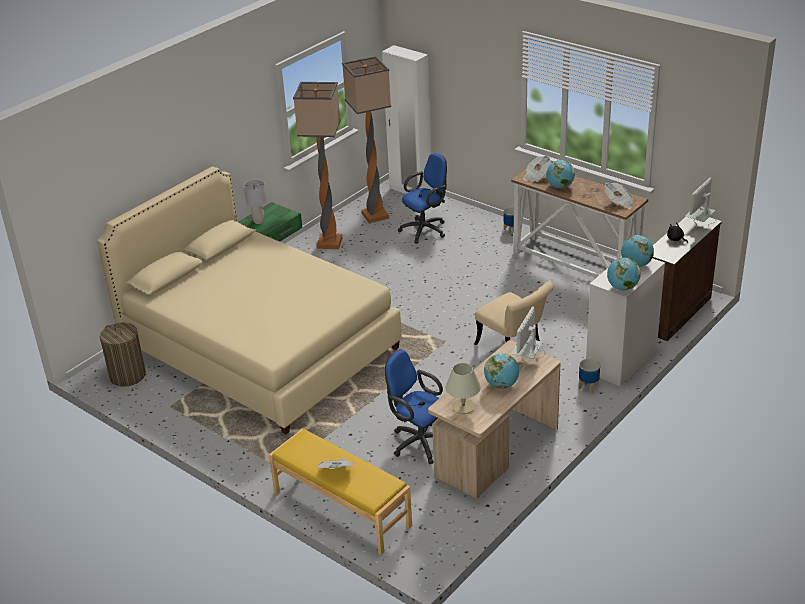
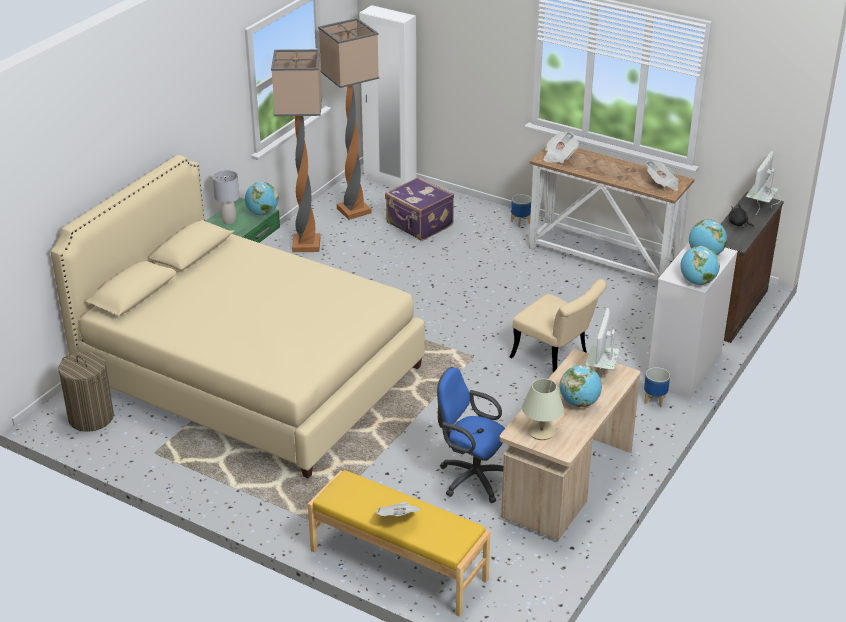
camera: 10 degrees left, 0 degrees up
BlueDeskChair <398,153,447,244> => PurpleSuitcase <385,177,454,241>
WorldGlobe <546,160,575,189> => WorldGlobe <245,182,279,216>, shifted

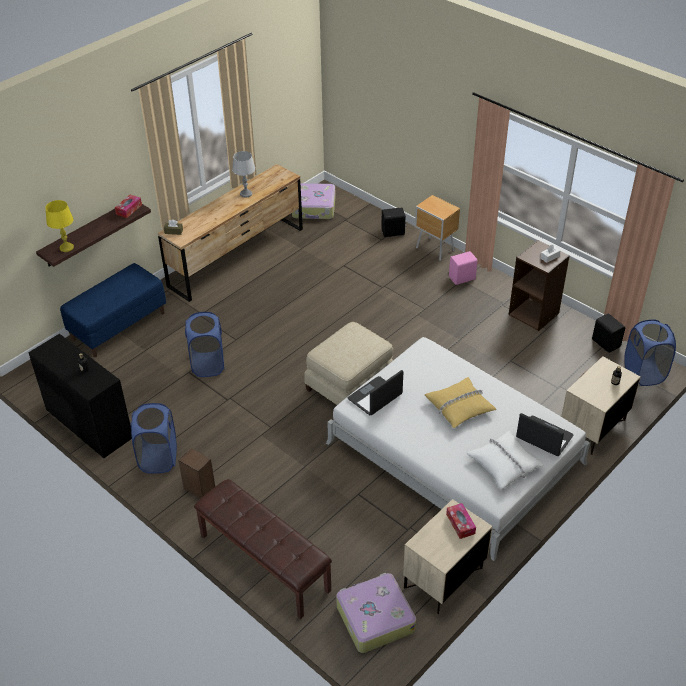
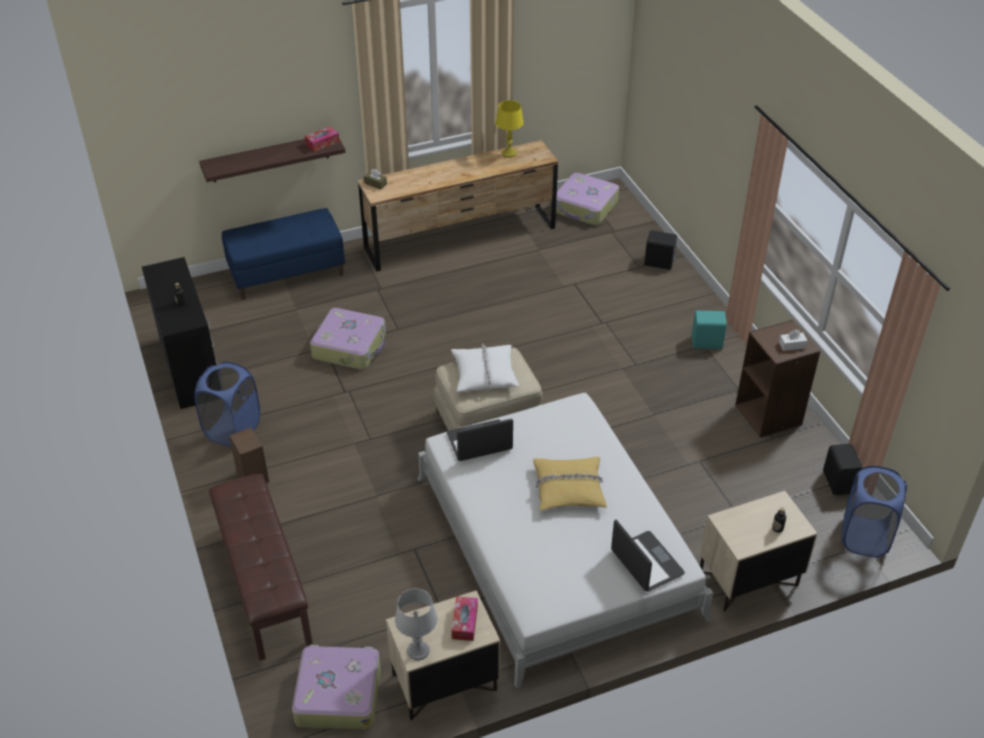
camera: 25 degrees right, 0 degrees up
YellowColouredTableLamp <45,200,74,252> => YellowColouredTableLamp <496,100,524,158>, shifted
BlueHamper <185,312,225,377> => Suitcase <310,308,386,370>
GrayTableLamp <232,151,255,198> => GrayTableLamp <395,589,437,660>, shifted
BrownNightstand <415,195,460,261> => nothing
PinkAudioSpeaker <449,251,477,285> => BlueGreenAudioSpeaker <692,311,728,349>
WhiteColouredThrowPillow <467,431,544,490> => WhiteColouredThrowPillow <451,344,519,392>, shifted

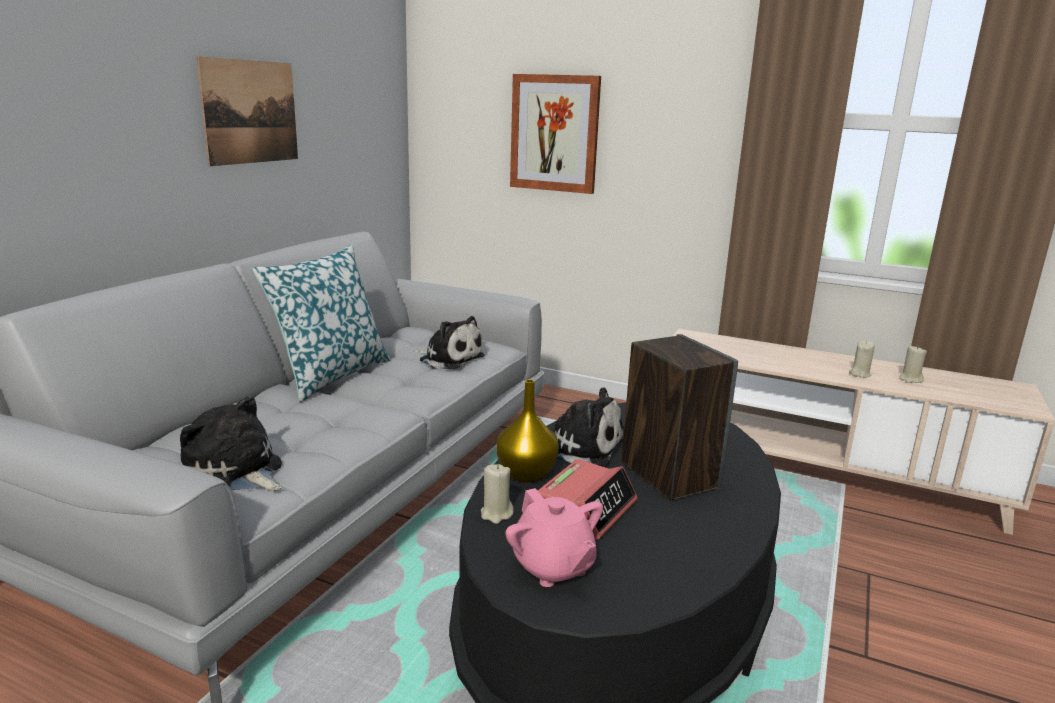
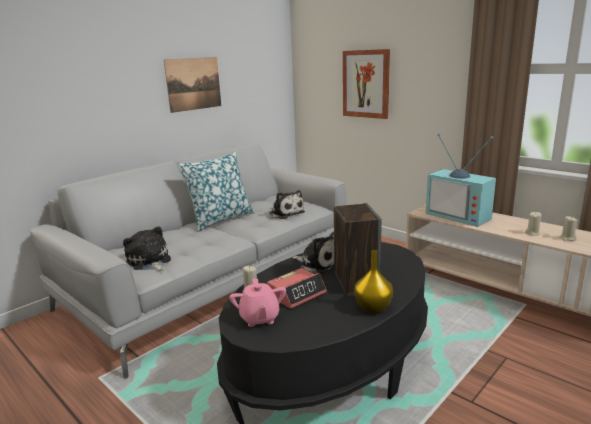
camera: 20 degrees right, 0 degrees up
YellowColouredFlowerVase <496,380,559,483> => YellowColouredFlowerVase <354,250,393,313>, shifted
nothing => TvSet <426,133,496,227>

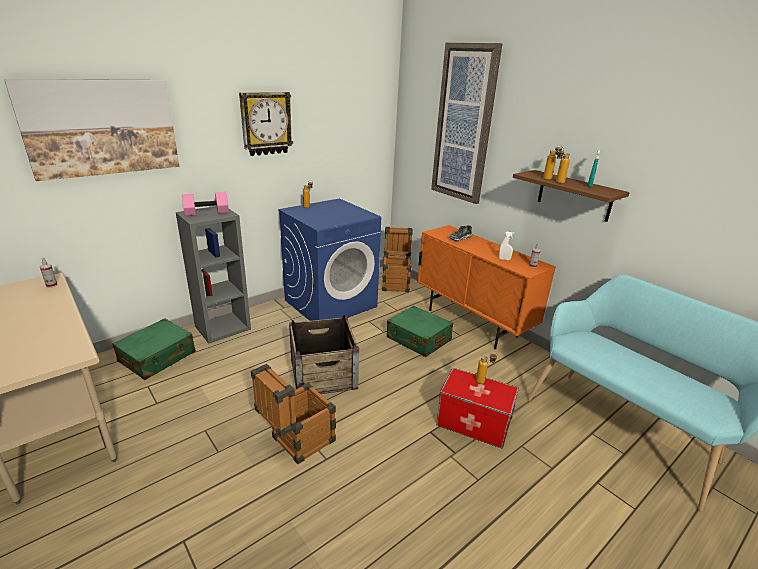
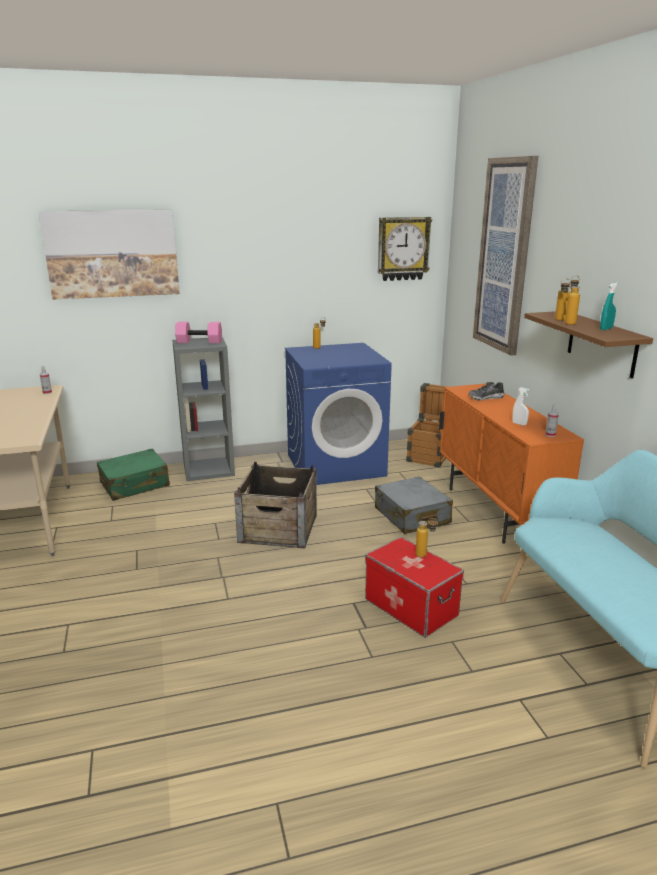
camera: 25 degrees right, 5 degrees down
ClockOnTheWall <239,92,293,156> => ClockOnTheWall <378,217,432,281>, shifted
Crate <251,364,336,464> => nothing
GreenSuitcase <387,306,453,357> => GraySuitcase <375,476,453,534>

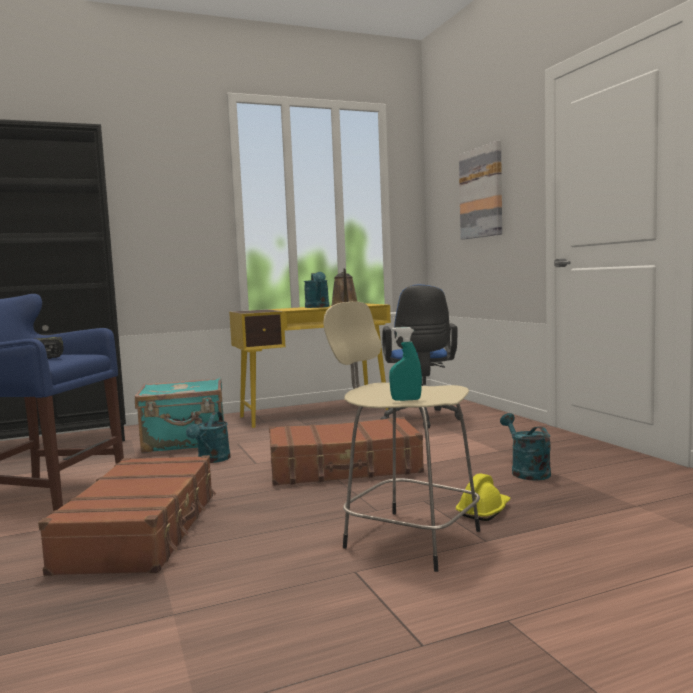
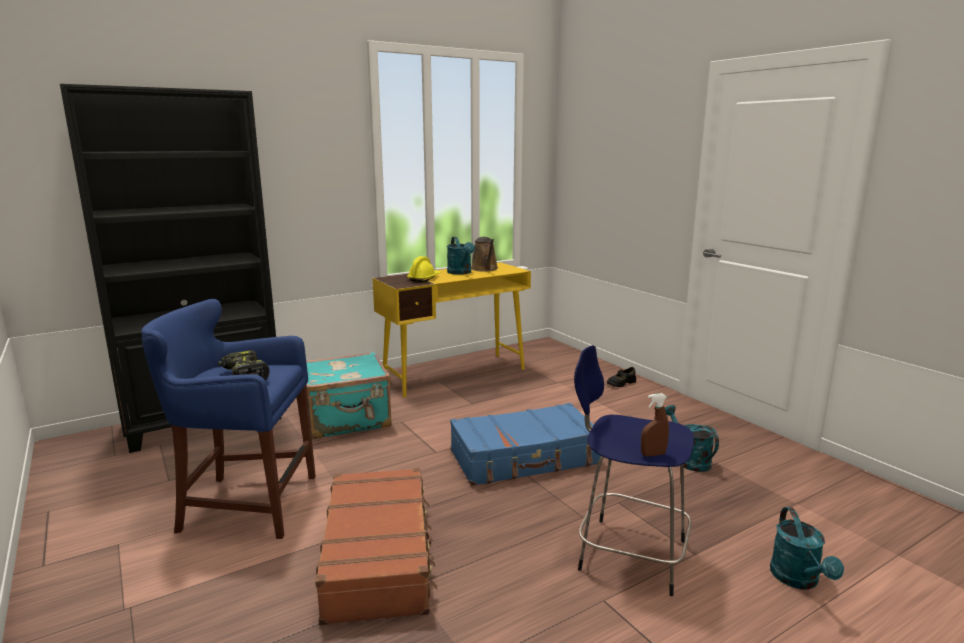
camera: 10 degrees left, 10 degrees up
BlueGreenWateringCan <186,412,231,463> => BlueGreenWateringCan <770,507,844,590>, shifted
BrownSuitcase <269,417,424,486> => BlueSuitcase <450,403,601,486>
SandColouredStoolSeat <323,302,480,572> => BlueStoolSeat <574,345,694,596>
BlueDeskChair <380,285,460,428> => nothing
BlueGreenHandSprayer <389,327,422,401> => BrownHandSprayer <641,393,669,456>
YellowColouredSafetyHelmet <456,473,511,521> => YellowColouredSafetyHelmet <407,256,441,282>, shifted
Picture <459,141,502,240> => nothing
nothing => BlackishShoe <607,367,636,387>

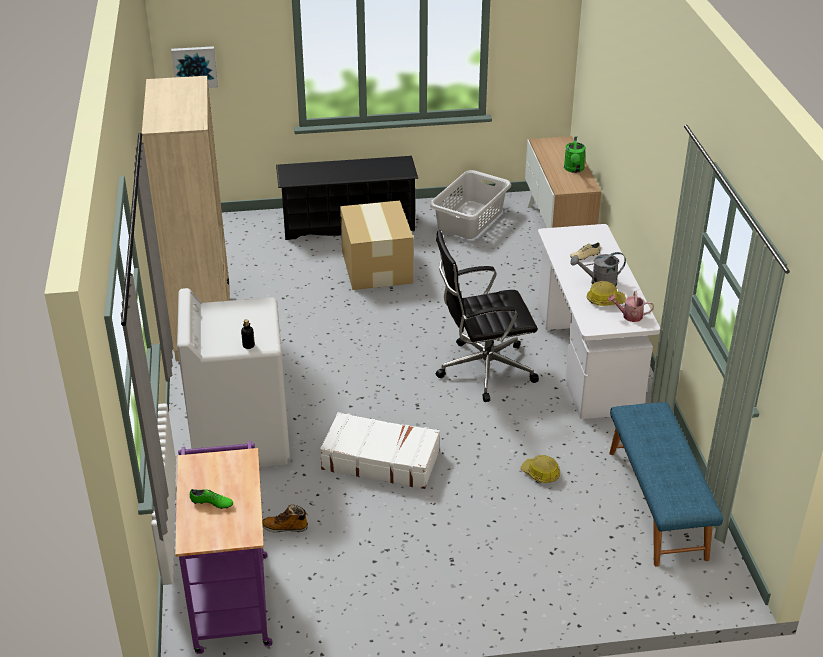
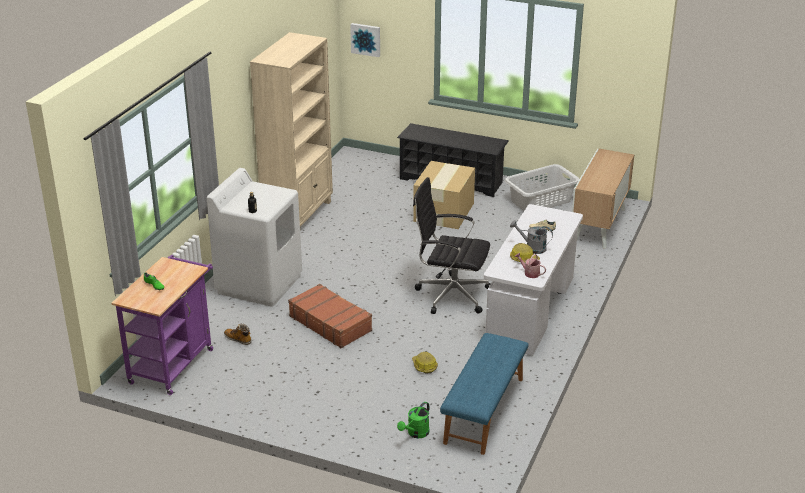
camera: 30 degrees right, 5 degrees down
WhiteColouredSuitcase <320,412,440,489> => BrownSuitcase <288,284,372,348>
GreenWateringCan <564,136,586,173> => GreenWateringCan <397,402,430,438>, shifted

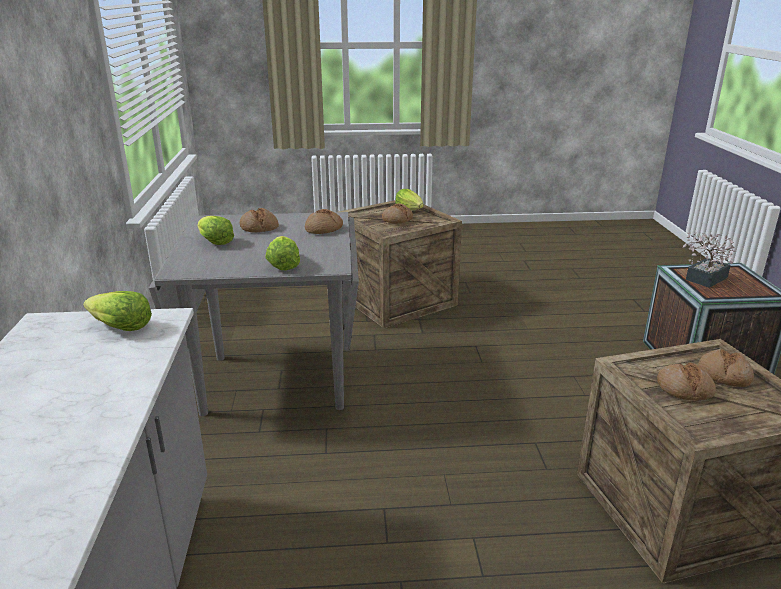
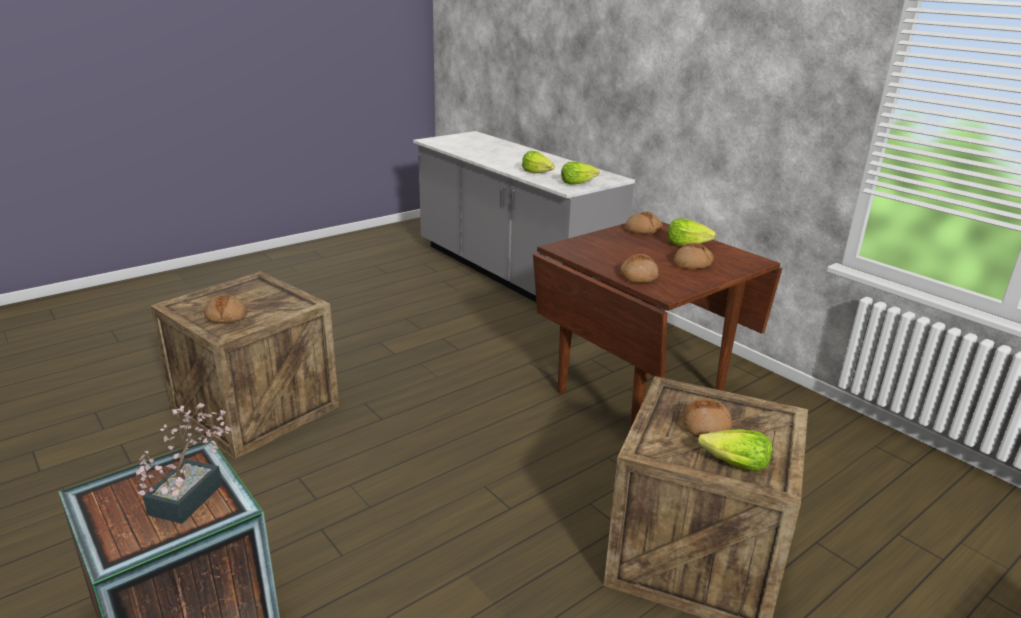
camera: 145 degrees right, 0 degrees up
GrayDiningTable <149,212,359,416> => BrownDiningTable <533,222,782,429>
Lettuce <265,236,300,270> => Lettuce <522,151,555,173>, shifted
BakedBread <657,363,716,400> => BakedBread <625,212,663,234>, shifted

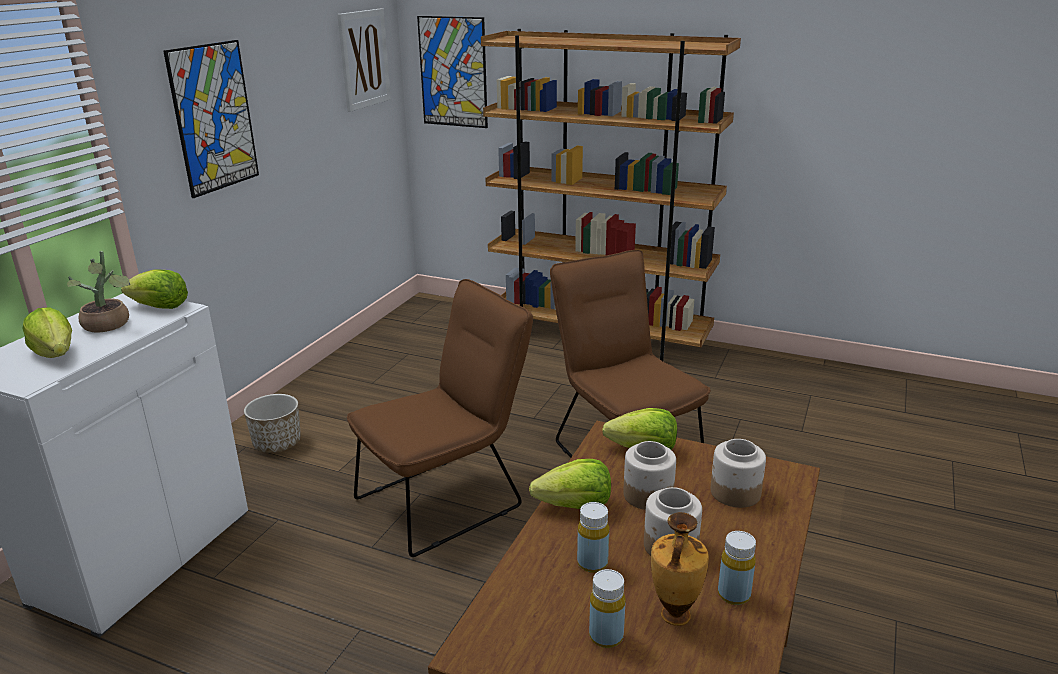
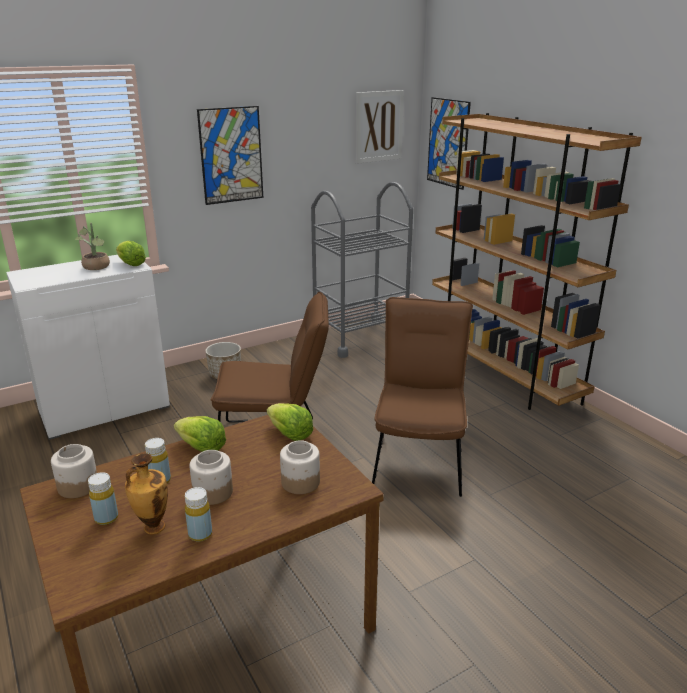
camera: 35 degrees right, 0 degrees up
Lettuce <23,307,72,358> => nothing
PreserveJar <623,441,676,510> => PreserveJar <51,444,97,498>, shifted
nothing => GrayTrolley <311,182,413,358>

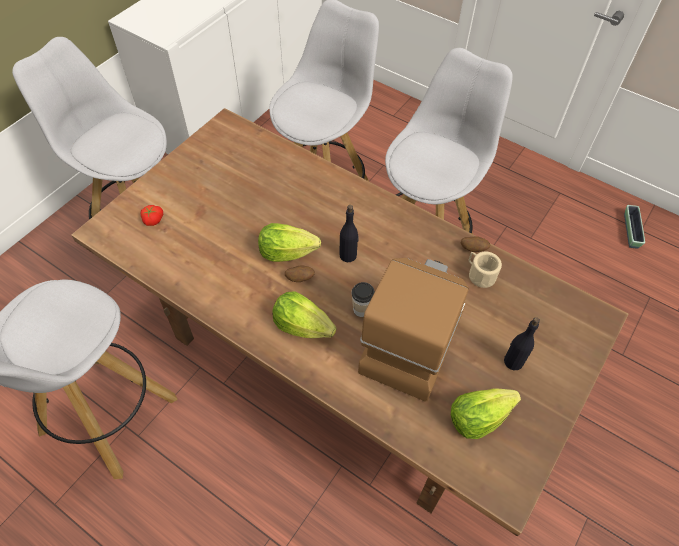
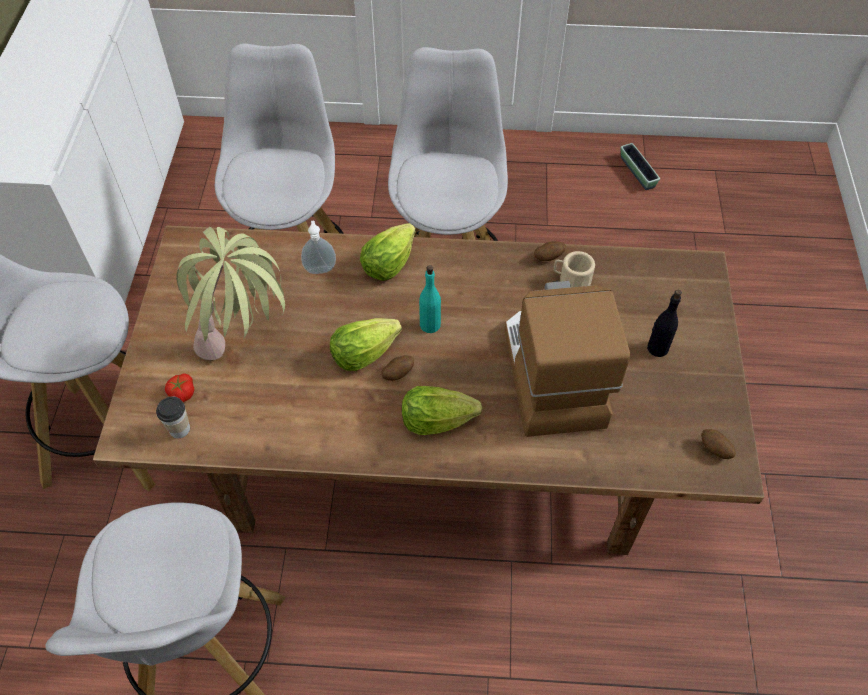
camera: 30 degrees left, 0 degrees up
BlackishBeverageBottle <339,205,358,262> => BlueGreenBeverageBottle <419,265,441,333>
SmallCup <351,282,375,317> => SmallCup <156,396,190,438>, shifted
Lettuce <451,388,521,439> => Lettuce <360,223,416,281>, shifted
nothing => PlantInAPot <176,227,285,360>
nothing => LiquidSoapBottle <301,220,336,274>
nothing => Spud <701,429,736,459>

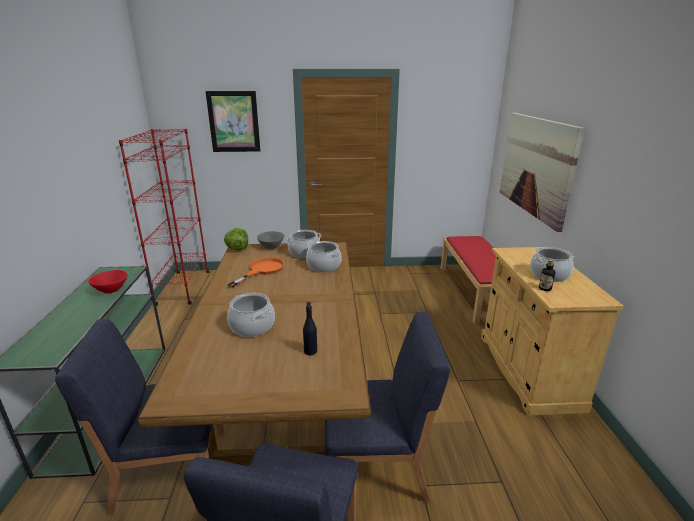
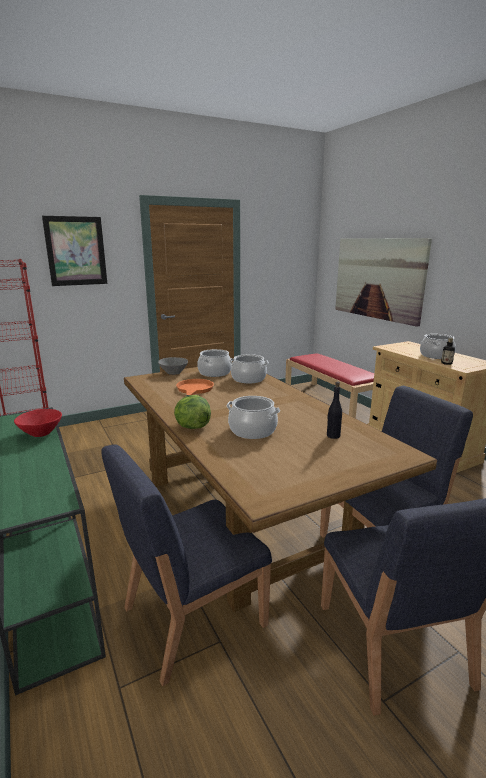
camera: 25 degrees left, 5 degrees down
Lettuce <224,228,248,250> => Lettuce <174,395,211,429>, shifted

